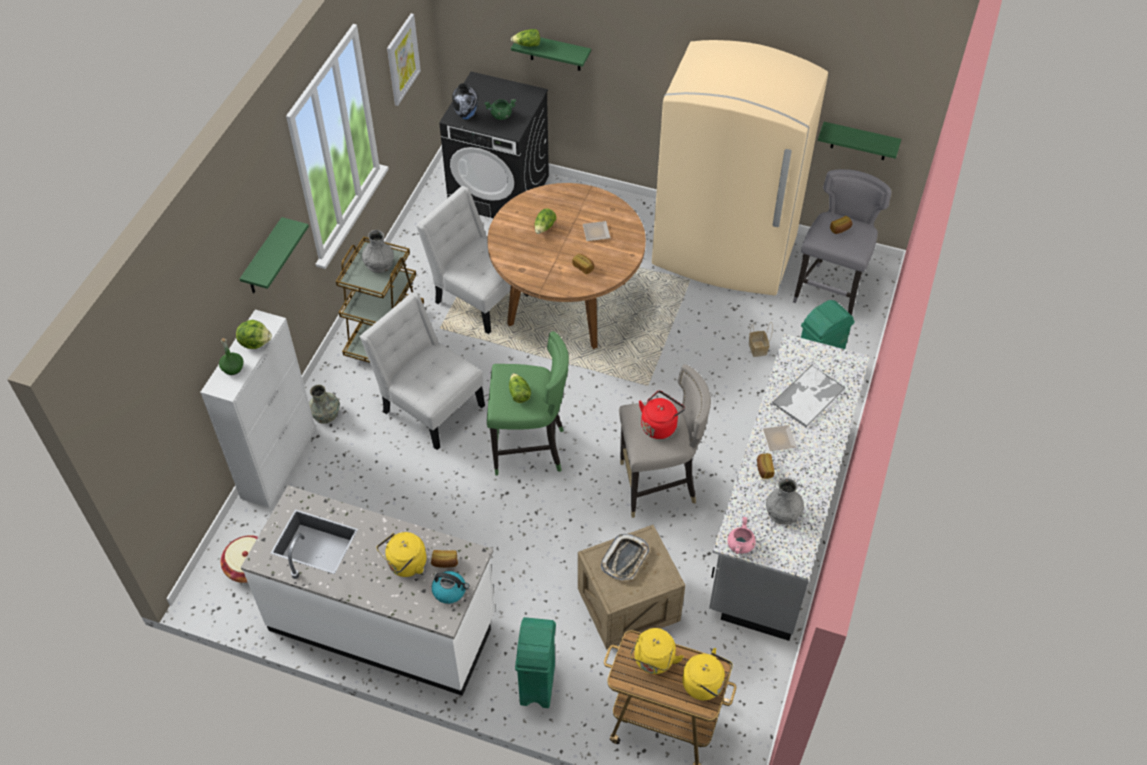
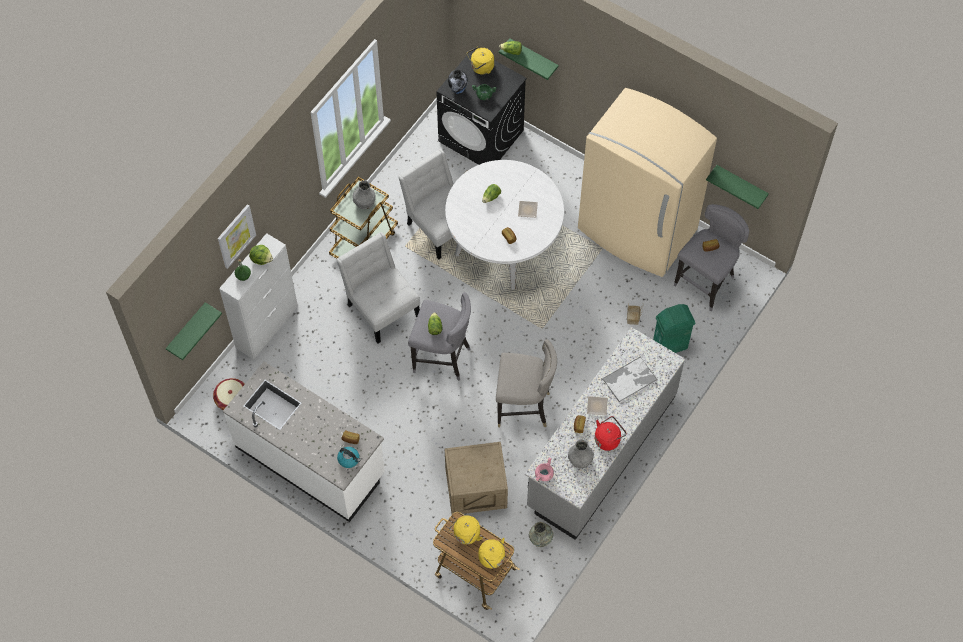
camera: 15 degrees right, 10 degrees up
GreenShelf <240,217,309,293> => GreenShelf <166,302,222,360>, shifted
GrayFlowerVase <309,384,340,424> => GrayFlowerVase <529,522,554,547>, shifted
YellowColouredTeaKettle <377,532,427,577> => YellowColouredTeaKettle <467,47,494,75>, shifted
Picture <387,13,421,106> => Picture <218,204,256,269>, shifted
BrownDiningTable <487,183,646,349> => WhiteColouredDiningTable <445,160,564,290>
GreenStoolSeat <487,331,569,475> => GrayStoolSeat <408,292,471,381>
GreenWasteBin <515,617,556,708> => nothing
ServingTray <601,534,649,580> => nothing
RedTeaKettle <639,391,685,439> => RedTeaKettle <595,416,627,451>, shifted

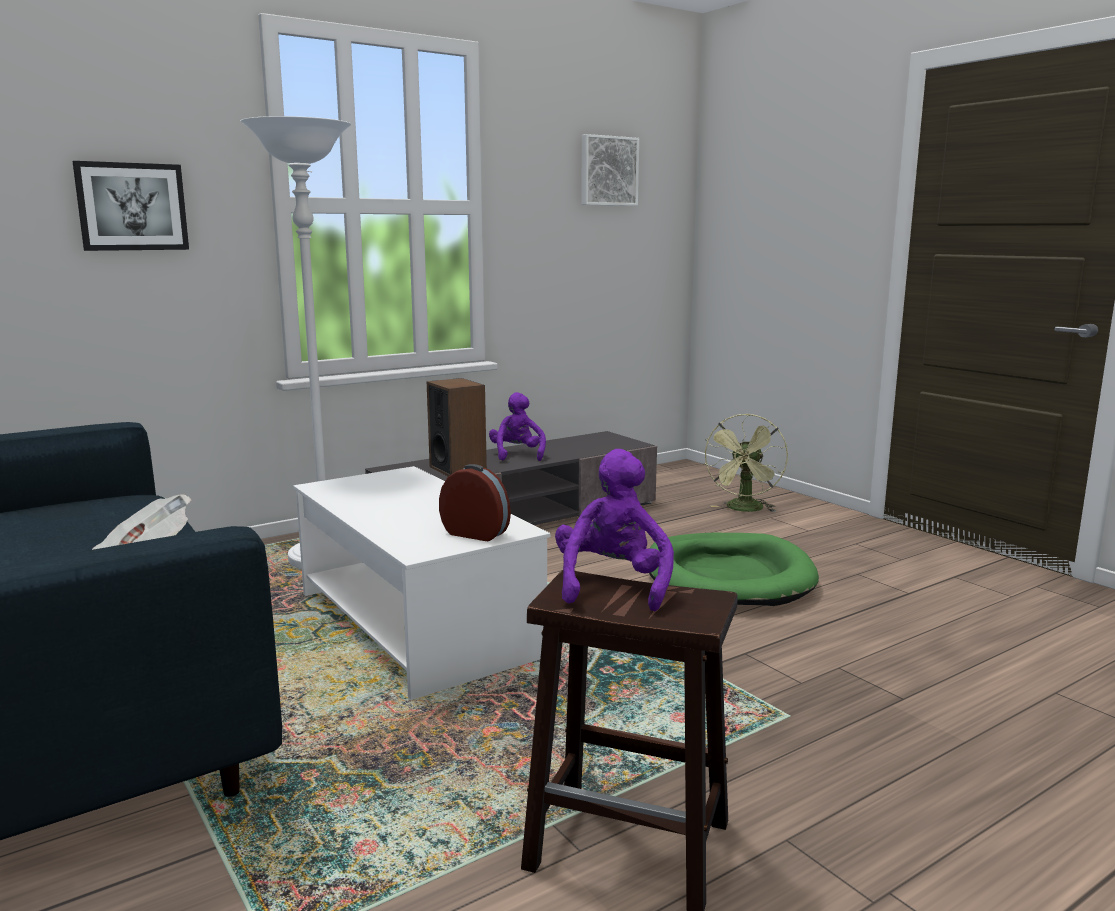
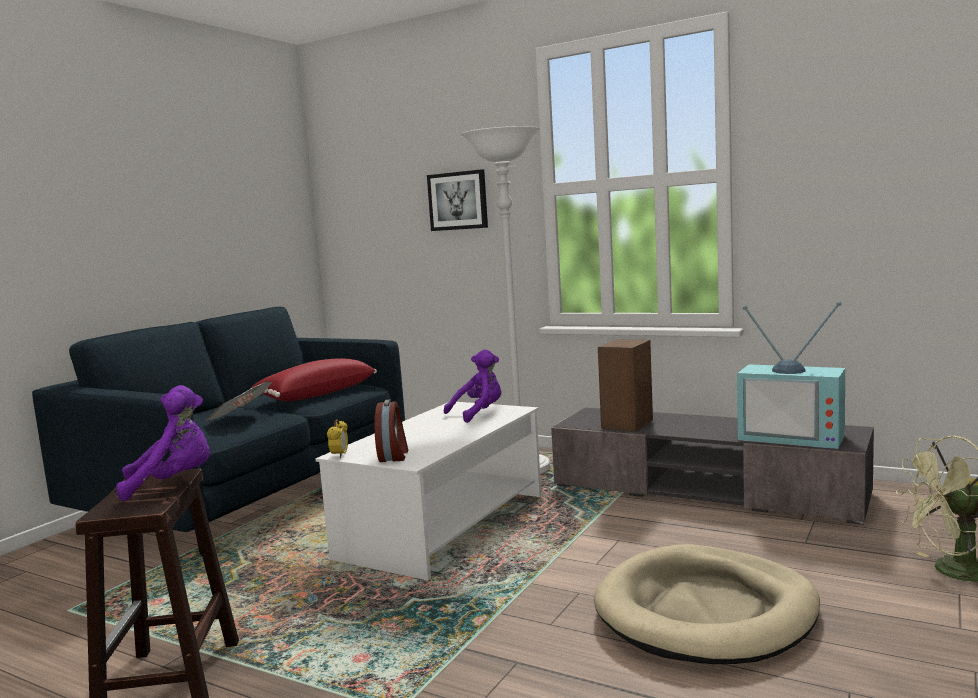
camera: 65 degrees right, 5 degrees down
PurpleCuddlyToy <489,392,546,461> => PurpleCuddlyToy <444,350,501,423>, shifted
Picture <581,134,639,206> => nothing
GreenDogCushion <649,533,819,606> => SandColouredDogCushion <594,544,820,664>
nothing => RedThrowPillow <251,358,377,401>
nothing => TableClock <327,419,348,458>
nothing => TvSet <737,301,845,449>

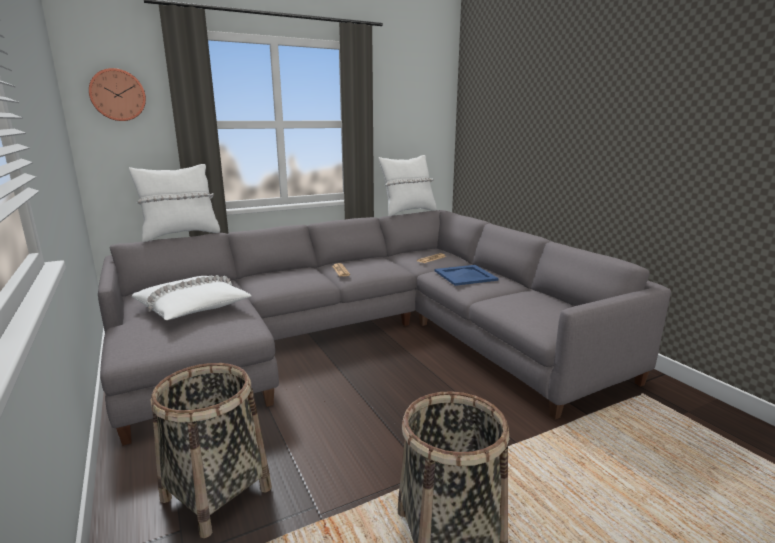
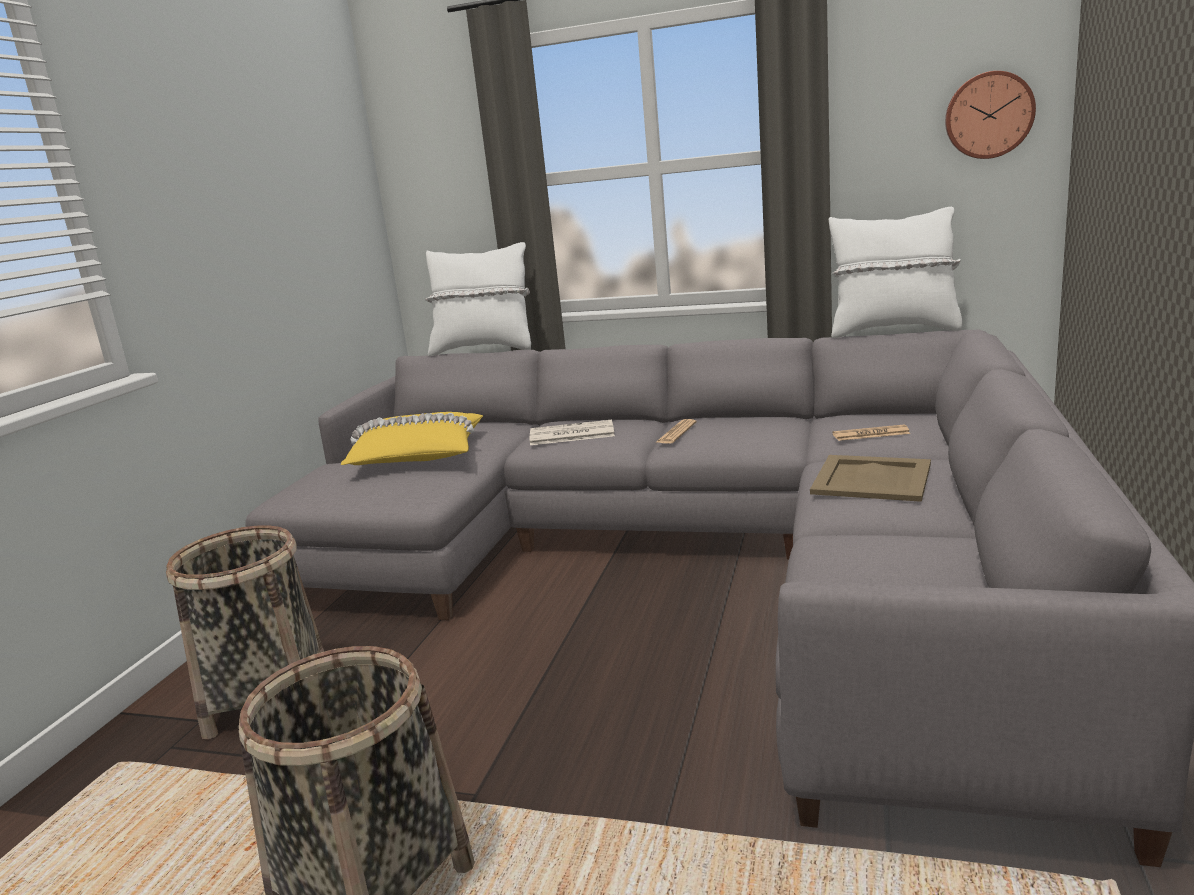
camera: 45 degrees right, 0 degrees up
ClockOnTheWall <89,68,146,121> => ClockOnTheWall <945,71,1036,159>, shifted
WhiteColouredThrowPillow <132,275,251,320> => YellowColouredThrowPillow <341,412,483,465>
BlueServingTray <435,265,499,286> => SandColouredServingTray <810,455,931,502>
nothing => DailyPaper <530,419,615,445>

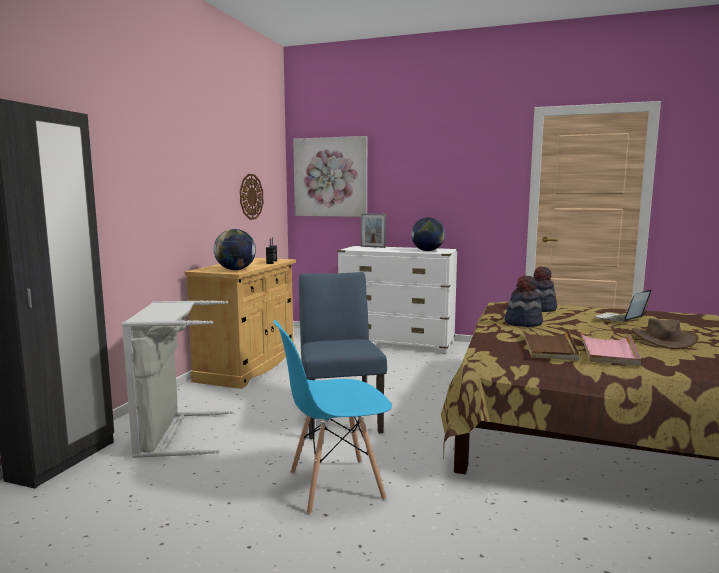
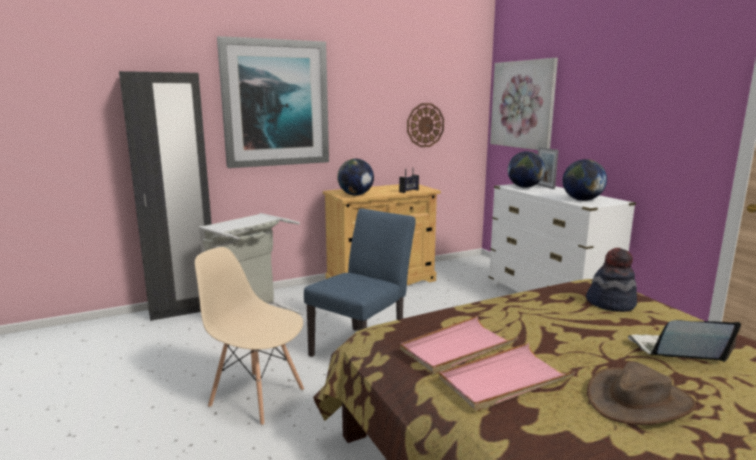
camera: 45 degrees right, 5 degrees up
BluePlainChair <274,320,392,515> => SandColouredPlainChair <195,247,304,426>
Hat <505,275,543,327> => nothing
BrownServingTray <521,327,579,361> => PinkServingTray <400,316,519,374>
nothing => Picture <217,36,329,168>
nothing => WorldGlobe <508,151,545,188>

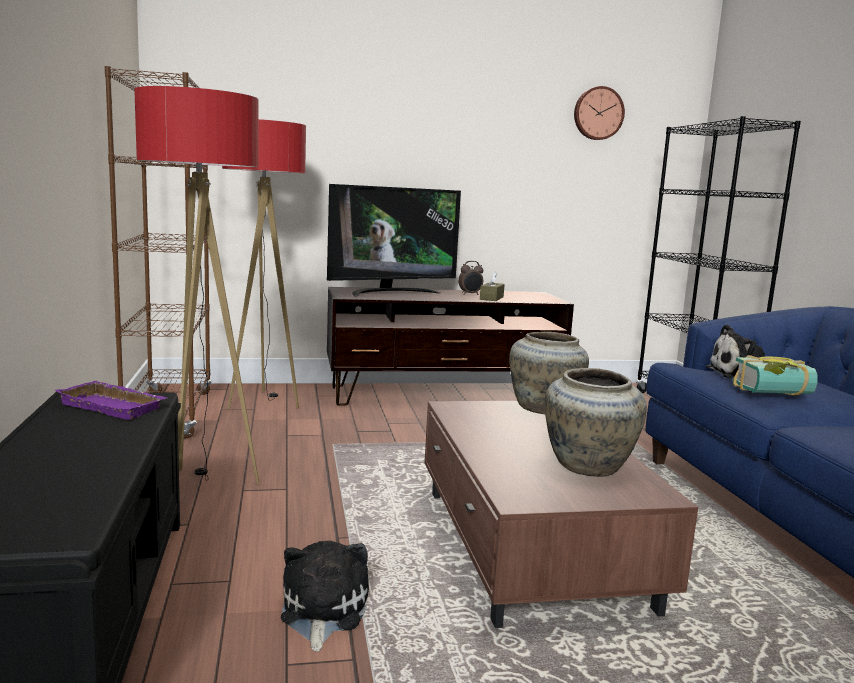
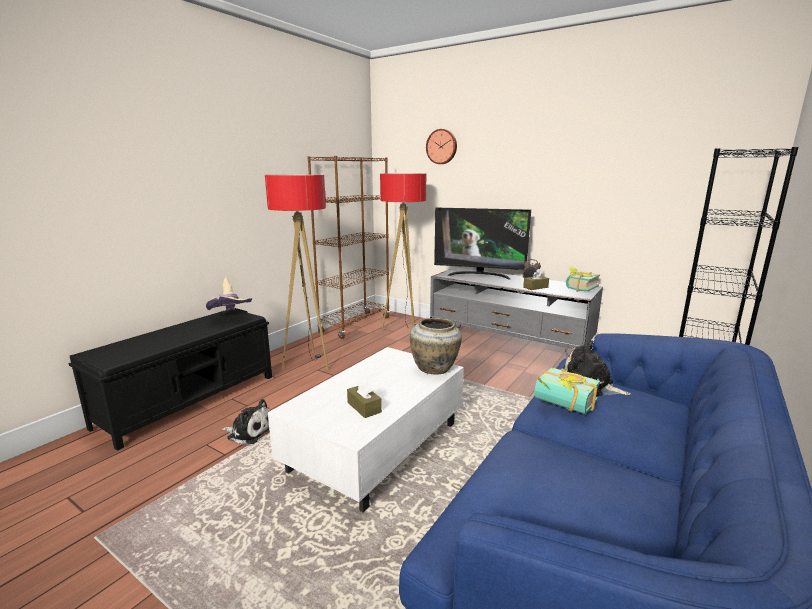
camera: 45 degrees right, 5 degrees up
PurpleServingTray <54,381,167,420> => SandColouredHat <206,277,252,311>
CuddlyToy <281,541,369,652> => CuddlyToy <222,399,270,444>, 60 degrees clockwise
BrownTvStand <327,287,574,405> => GrayTvStand <430,267,603,358>
BrownLowTable <425,401,698,628> => WhiteColouredLowTable <268,347,464,512>
SandColouredFlowerVase <545,368,647,477> => BrownTissueBox <347,379,382,418>
ClockOnTheWall <574,86,625,140> => ClockOnTheWall <426,129,457,164>, shifted
nothing => BoundBook <566,267,600,292>

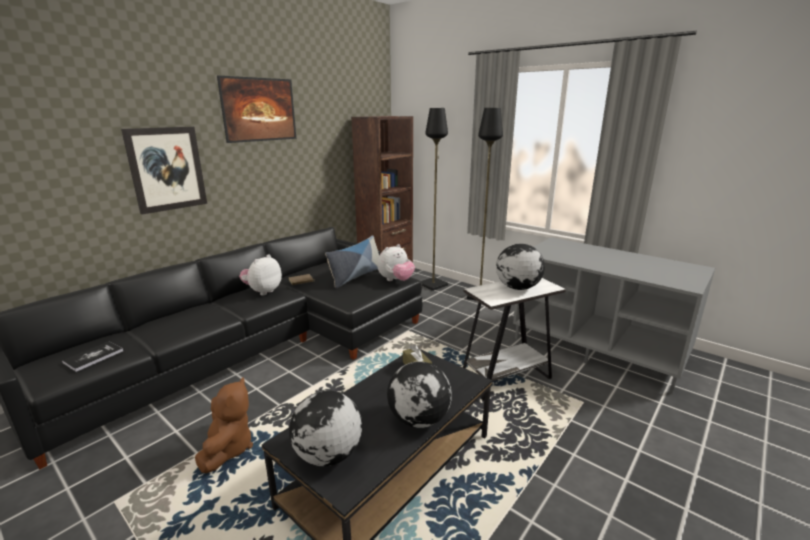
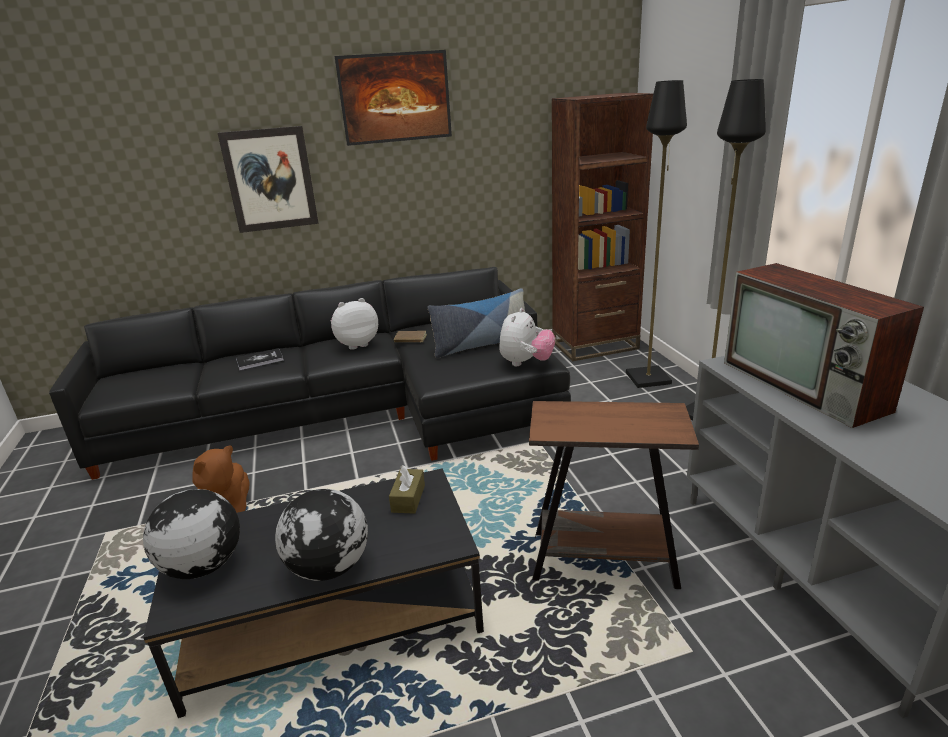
camera: 35 degrees right, 5 degrees up
BoundBook <62,341,123,372> => BoundBook <236,348,284,370>, shifted
CuddlyToy <377,244,415,281> => CuddlyToy <499,308,555,366>, 60 degrees counterclockwise
WhiteColouredAccentTable <463,278,566,401> => BrownAccentTable <529,401,699,589>
WorldGlobe <496,244,545,290> => nothing
nothing => TvSet <724,263,924,428>

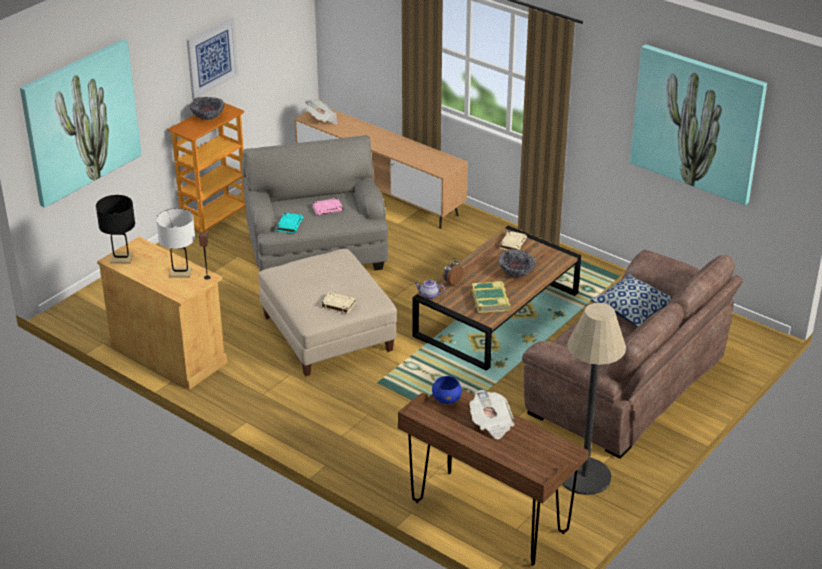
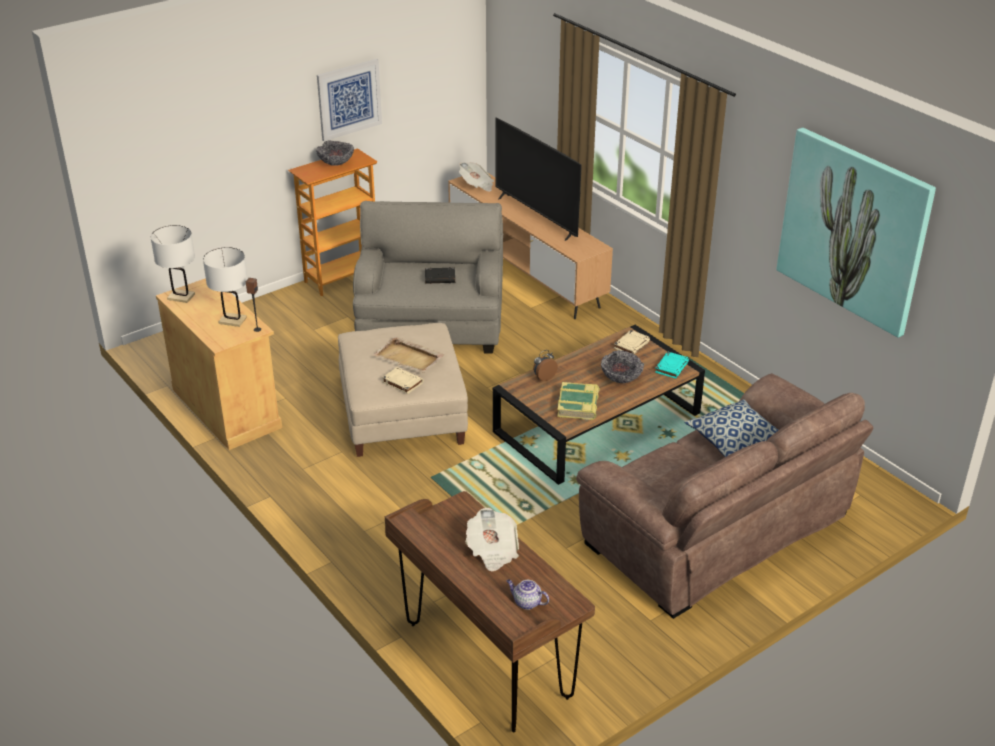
camera: 15 degrees right, 0 degrees up
Picture <20,39,142,208> => nothing
BlackishTableLamp <96,195,135,264> => WhiteColouredTableLamp <151,225,195,303>
BlueGreenBoundBook <276,213,303,234> => BlueGreenBoundBook <655,352,689,379>, shifted
PinkBoundBook <312,198,343,216> => BlackishBoundBook <425,267,455,284>
Teapot <415,280,445,299> => Teapot <507,579,549,610>, shifted
BlueServingBowl <432,376,462,404> => nothing
StandardLamp <562,303,626,495> => nothing
nothing => SandColouredServingTray <372,336,445,373>
nothing => TvSet <495,118,582,241>

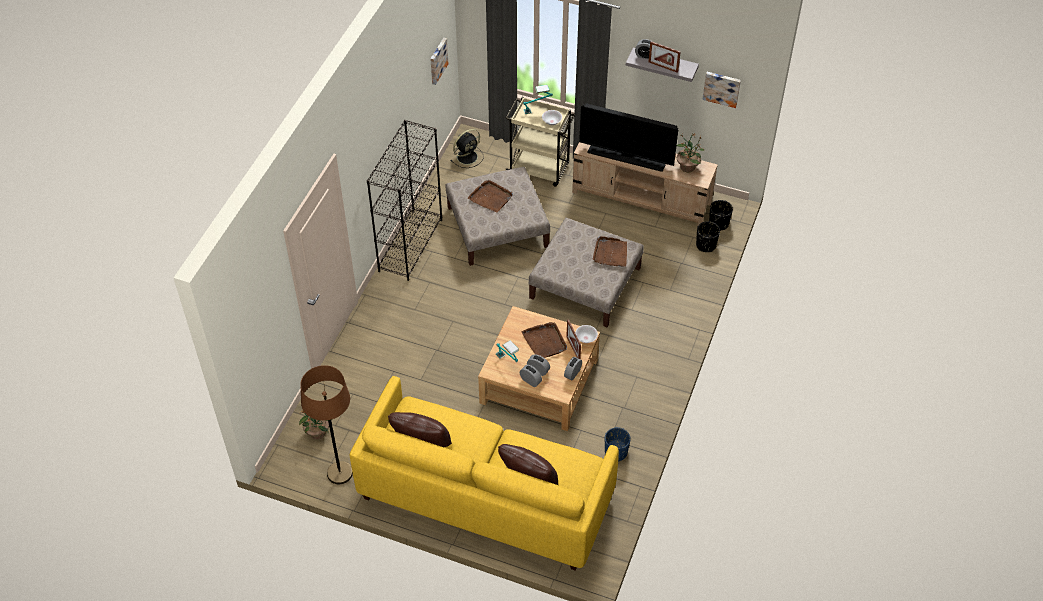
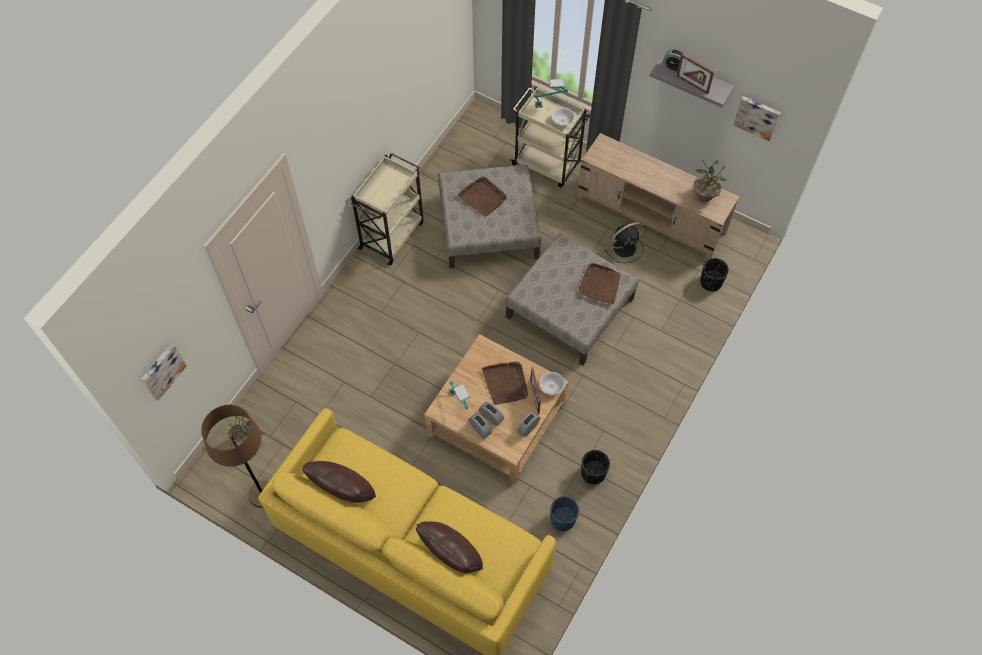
camera: 10 degrees right, 10 degrees up
BlackishShelvingUnit <367,120,442,281> => SandColouredTrolley <350,153,423,265>
Picture <430,38,448,85> => Picture <142,343,186,401>, shifted
BlackishElectricFan <450,129,484,168> => BlackishElectricFan <605,222,644,263>, shifted
TvSet <579,103,678,172> => nothing
BlackishFlowerPot <709,200,733,231> => BlackishFlowerPot <581,450,610,484>, shifted

